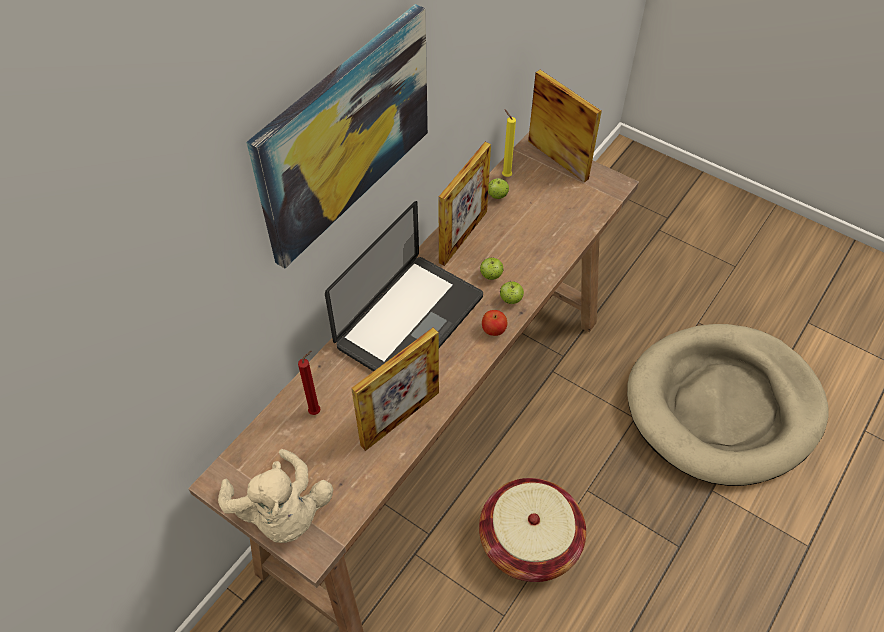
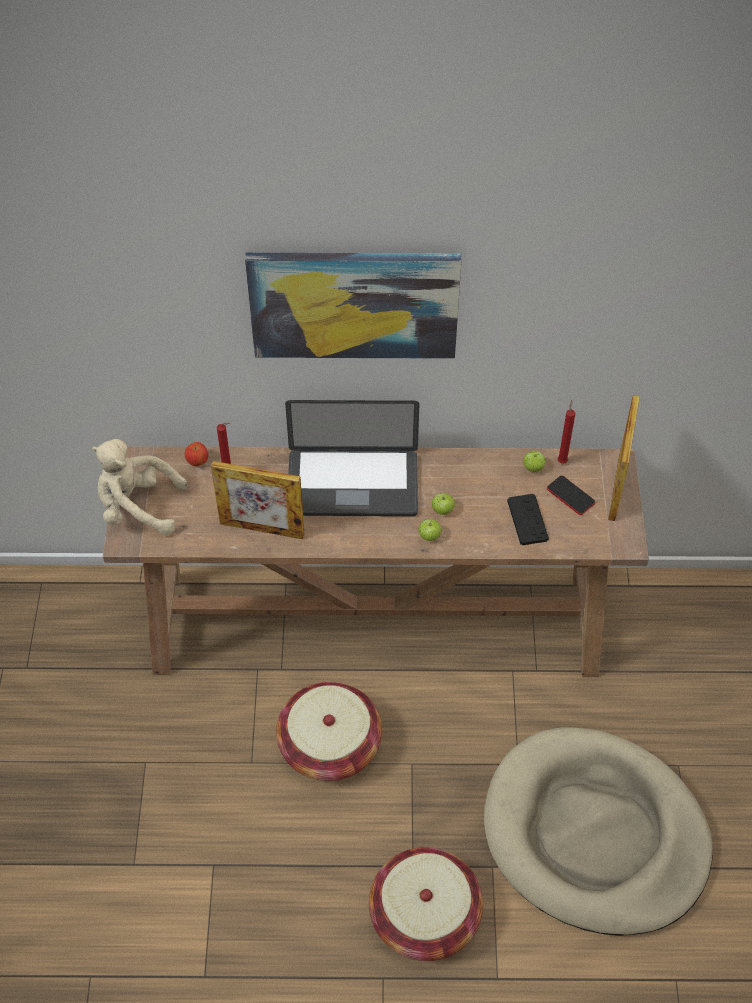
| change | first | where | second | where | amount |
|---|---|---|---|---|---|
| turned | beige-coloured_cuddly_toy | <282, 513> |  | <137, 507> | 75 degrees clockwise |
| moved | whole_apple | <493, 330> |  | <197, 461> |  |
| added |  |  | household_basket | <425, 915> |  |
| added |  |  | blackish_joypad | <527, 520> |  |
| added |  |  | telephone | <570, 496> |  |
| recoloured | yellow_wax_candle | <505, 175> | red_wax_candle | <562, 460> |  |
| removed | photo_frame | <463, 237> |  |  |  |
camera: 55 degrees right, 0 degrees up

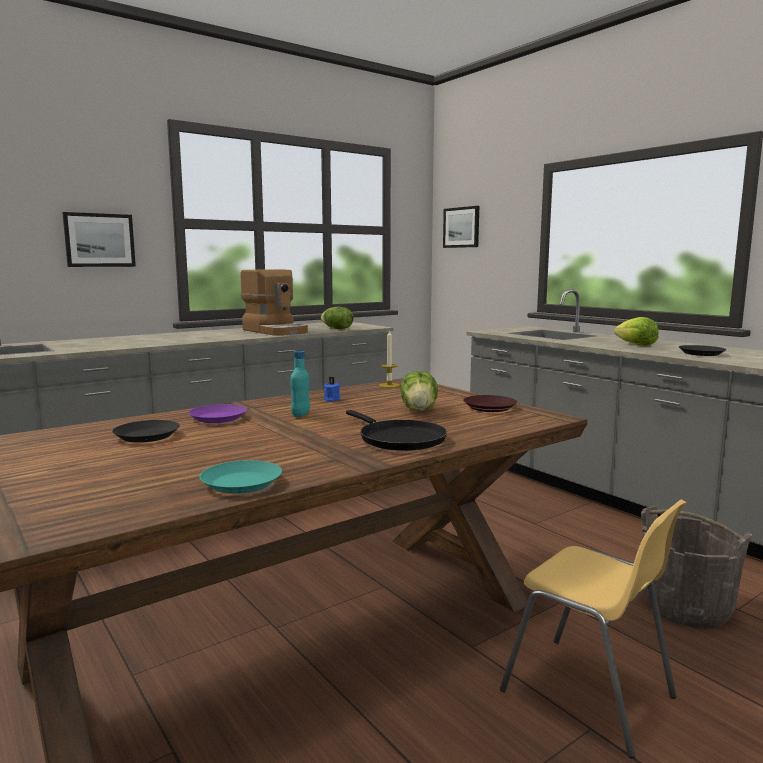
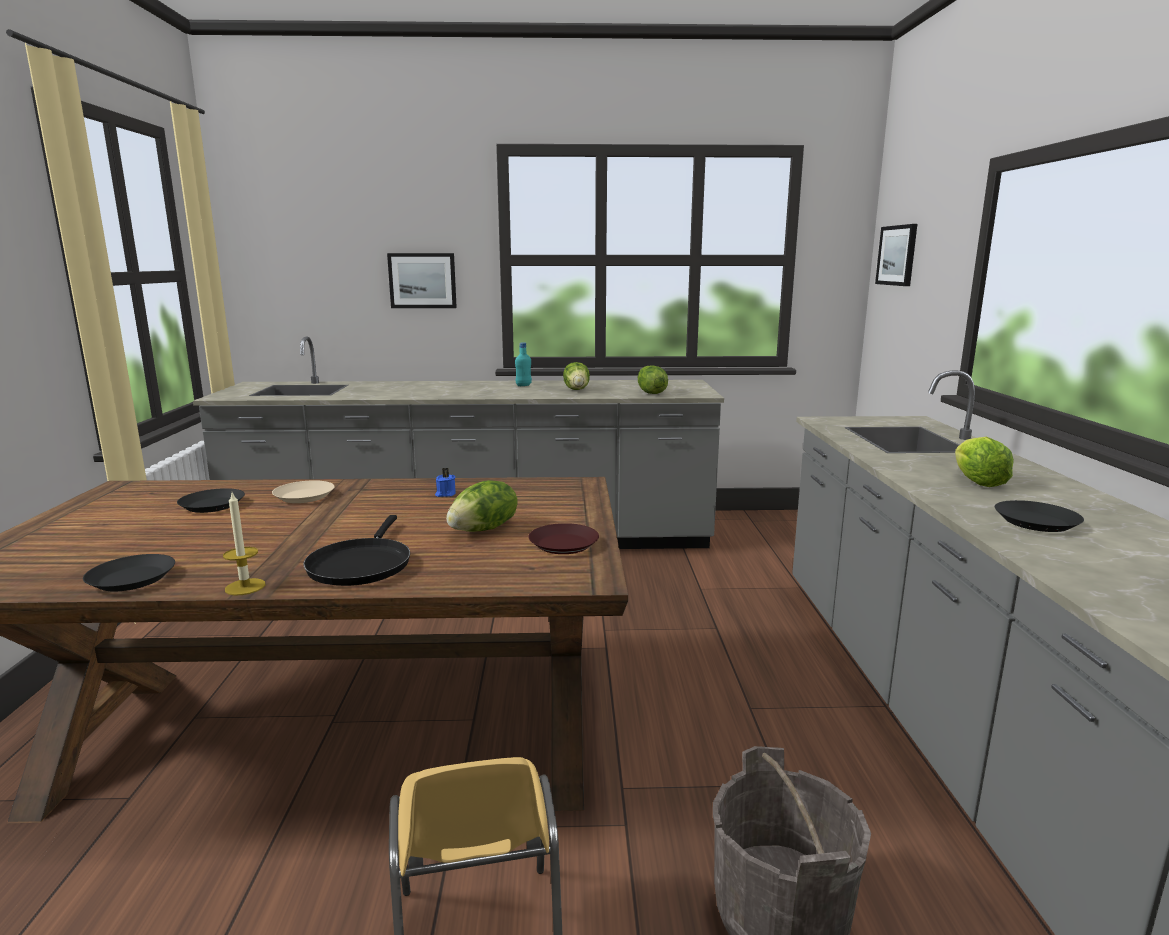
| change | first | where | second | where | amount |
|---|---|---|---|---|---|
| recoloured | turquoise-coloured_dinner_plate | <242, 483> | blackish_dinner_plate | <131, 579> |  |
| moved | wax_candle | <389, 385> |  | <245, 587> |  |
| recoloured | purple_dinner_plate | <218, 418> | beige-coloured_dinner_plate | <304, 496> |  |
| moved | turquoise-coloured_beverage_bottle | <300, 415> |  | <523, 385> |  |
| replaced | coffee_maker | <276, 331> | head_of_lettuce | <577, 389> |  |
camera: 35 degrees right, 5 degrees up

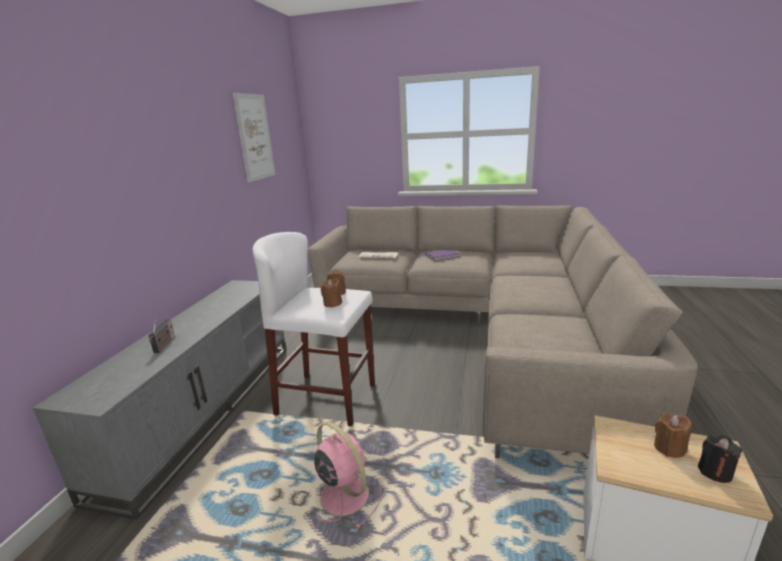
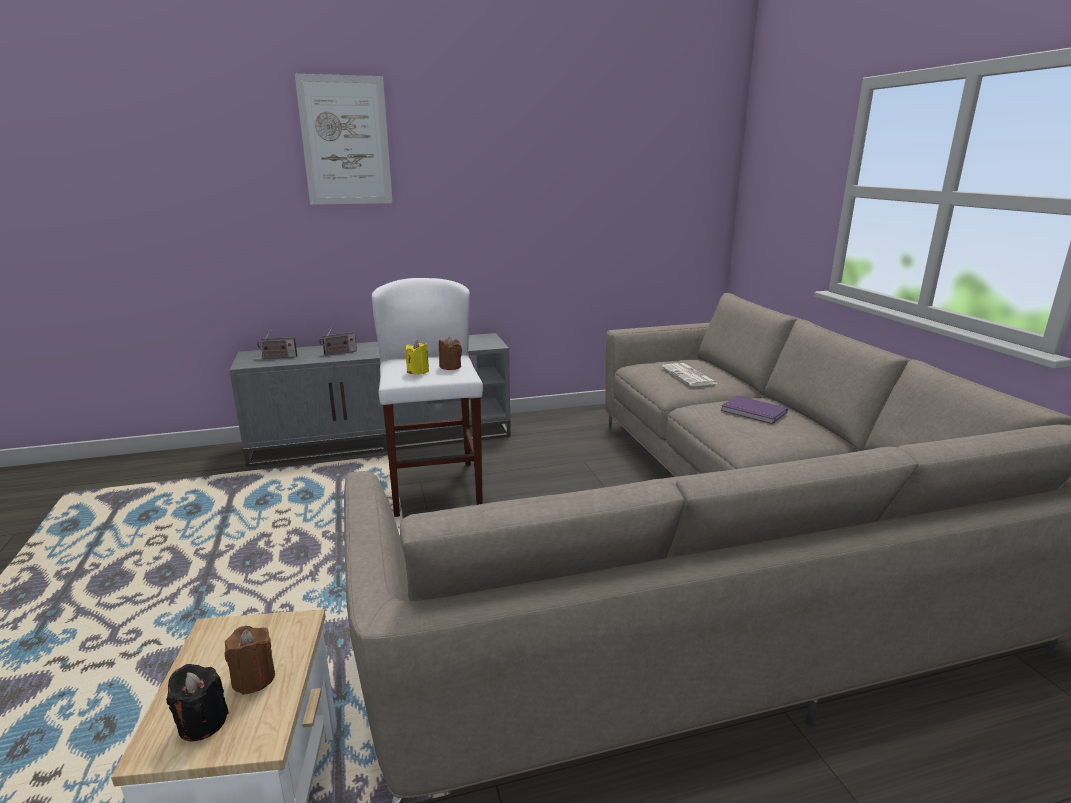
| change | first | where | second | where | amount |
|---|---|---|---|---|---|
| added |  |  | radio | <278, 357> |  |
| moved | wall_picture | <255, 137> |  | <345, 141> |  |
| recoloured | brownish_wax_candle | <332, 303> | yellow_wax_candle | <418, 371> |  |
| removed | pink_electric_fan | <343, 494> |  |  |  |
camera: 60 degrees right, 0 degrees up

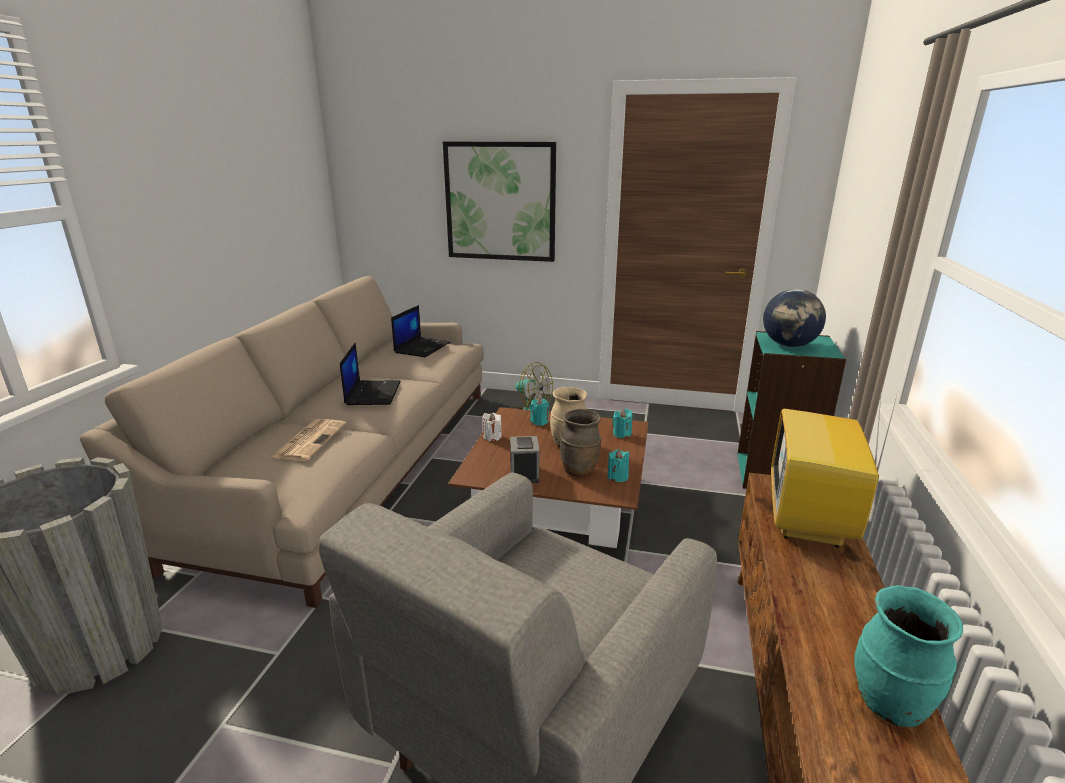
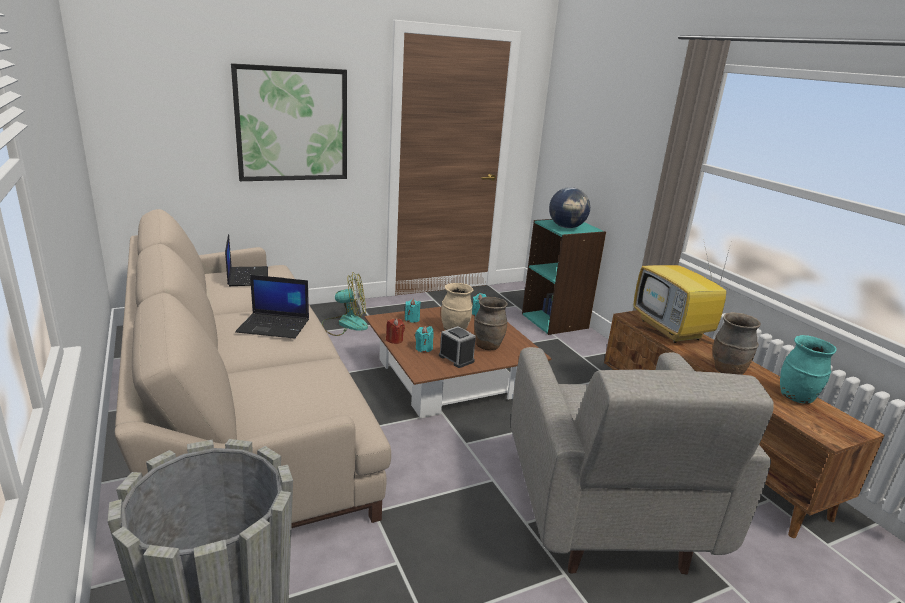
| change | first | where | second | where | amount |
|---|---|---|---|---|---|
| turned | notebook_computer | <372, 393> |  | <275, 326> | 135 degrees clockwise |
| recoloured | white-coloured_wax_candle | <492, 437> | red_wax_candle | <394, 340> |  |
| moved | turquoise-coloured_wax_candle | <617, 477> |  | <423, 348> |  |
| added |  |  | brownish_vase | <727, 371> |  |
| removed | daily_paper | <310, 440> |  |  |  |
camera: 40 degrees left, 0 degrees up

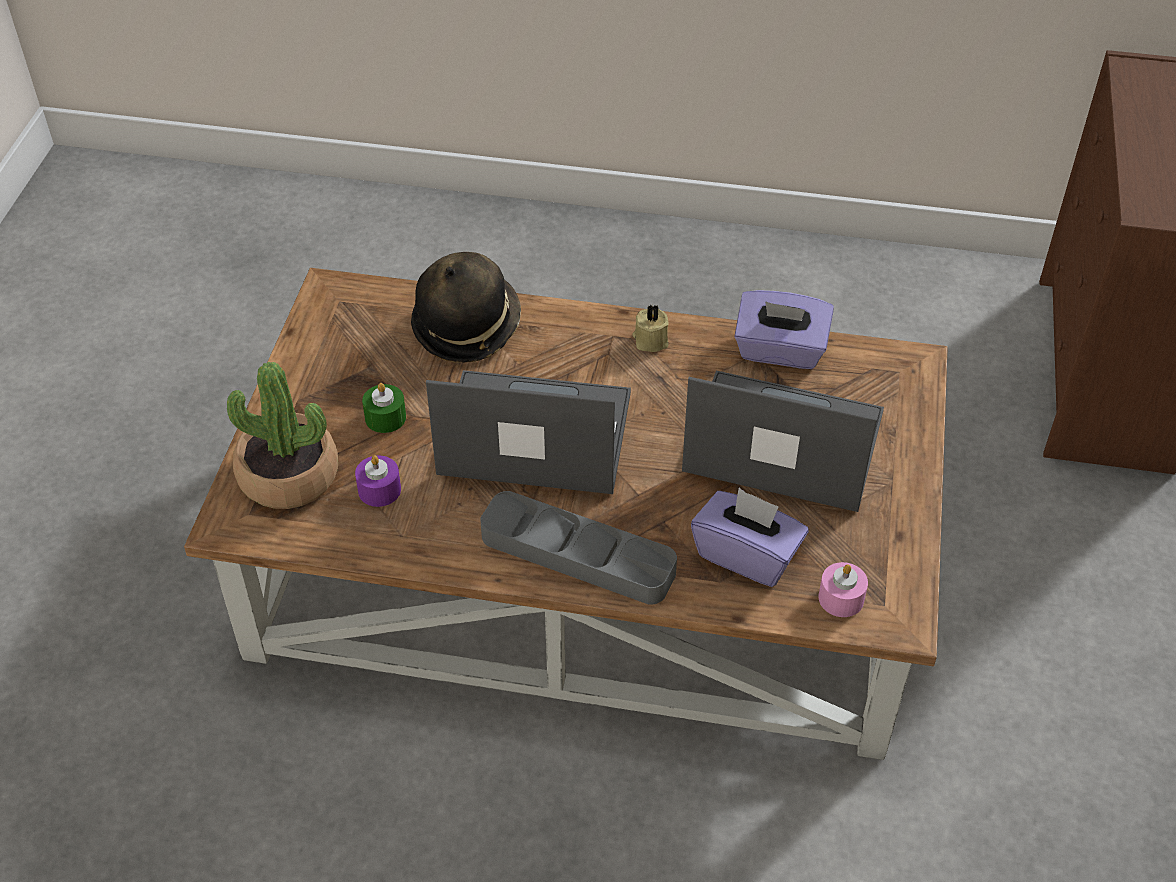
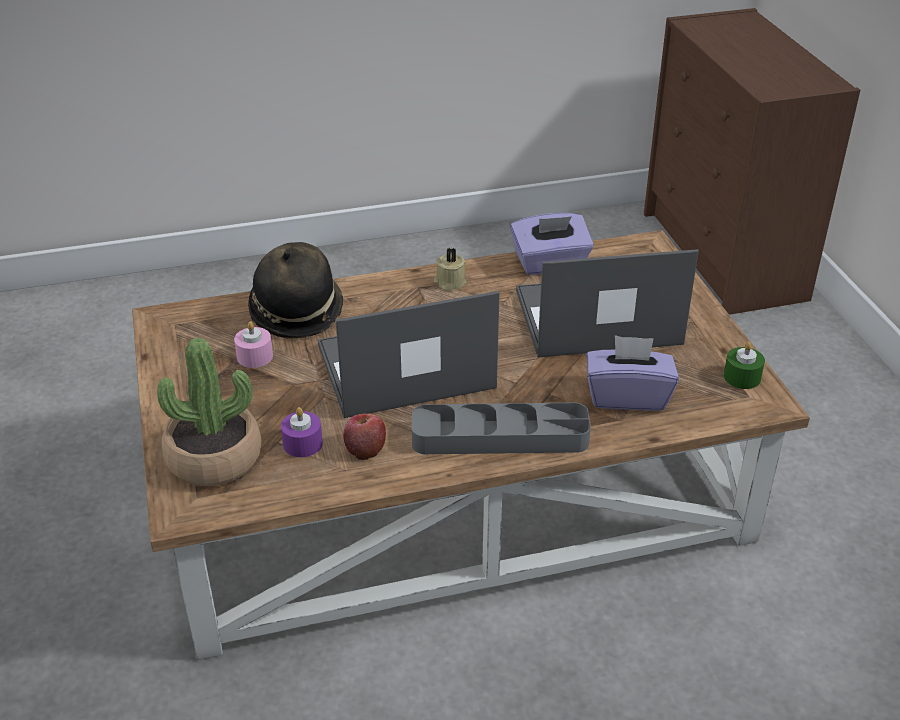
| change | first | where | second | where | amount |
|---|---|---|---|---|---|
| moved | pink_wax_candle | <841, 598> |  | <255, 356> |  |
| added |  |  | whole_apple | <365, 448> |  |
| moved | green_wax_candle | <385, 417> |  | <742, 377> |  |
camera: 25 degrees left, 10 degrees down

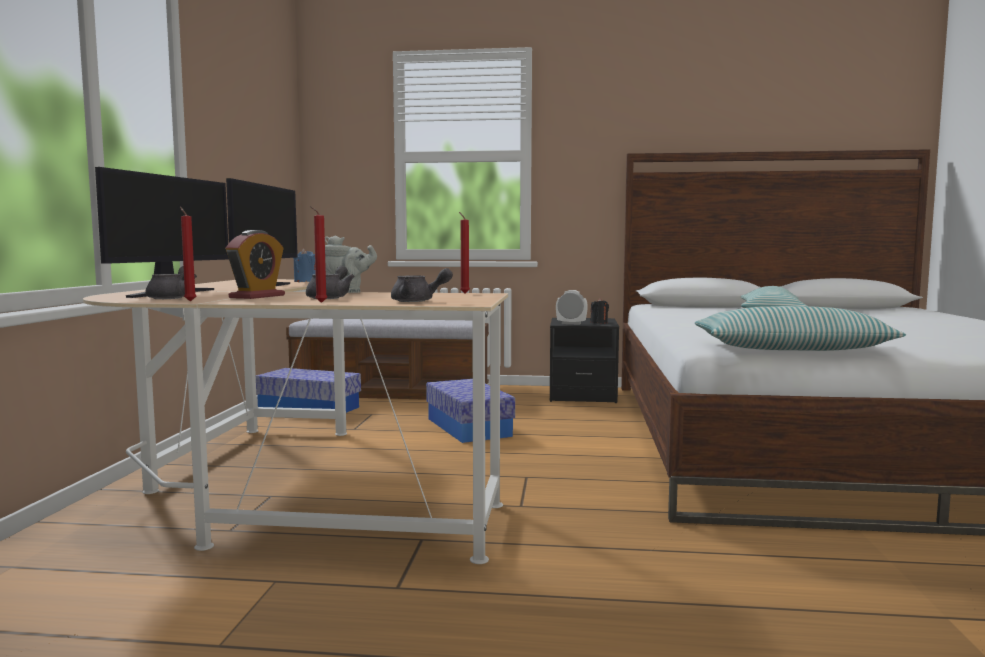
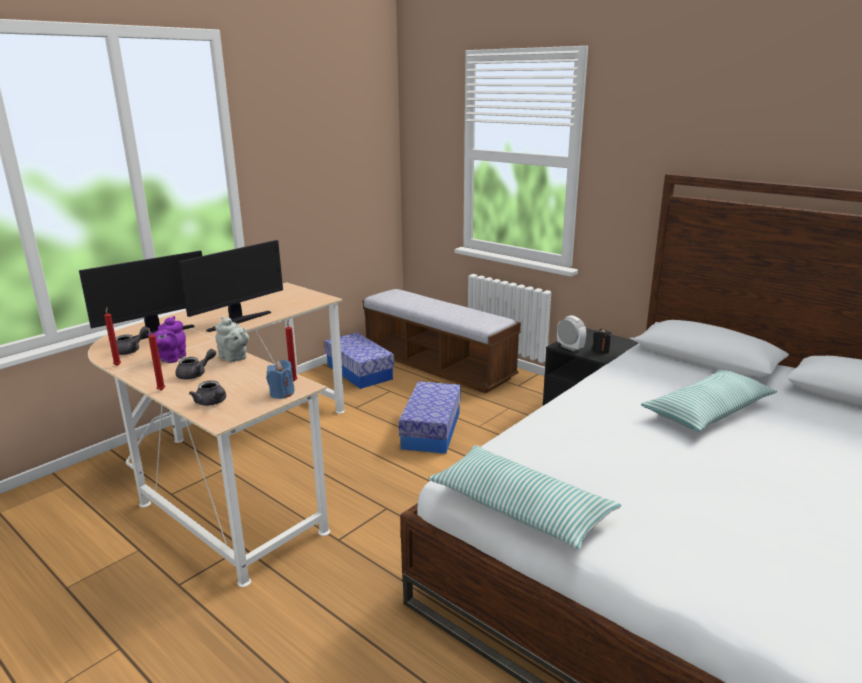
| change | first | where | second | where | amount |
|---|---|---|---|---|---|
| replaced | alarm_clock | <257, 296> | purple_tea_pot | <171, 358> |  |
| moved | bluish_wax_candle | <305, 281> |  | <282, 393> |  |
camera: 35 degrees right, 15 degrees up

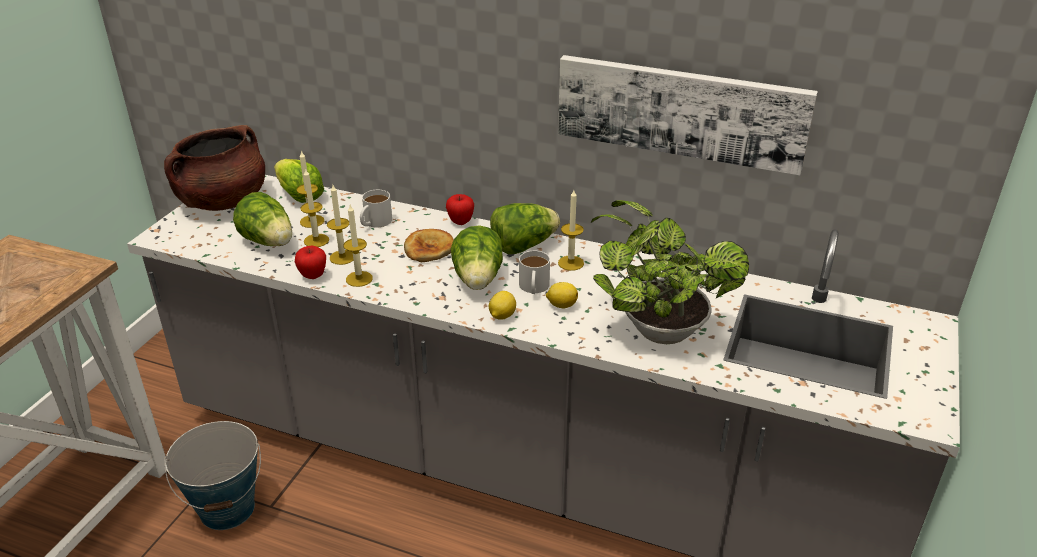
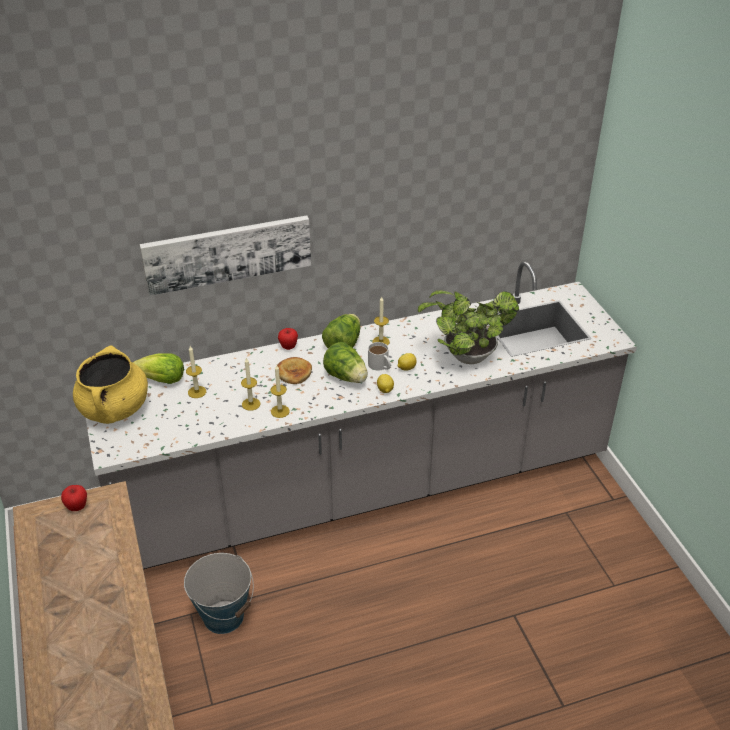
| change | first | where | second | where | amount |
|---|---|---|---|---|---|
| moved | whole_apple | <313, 276> |  | <77, 507> |  |
| recoloured | brownish_stockpot | <223, 201> | yellow_stockpot | <115, 409> |  |
| moved | wall_picture | <681, 111> |  | <227, 253> |  |
| removed | head_of_lettuce | <269, 242> |  |  |  |
| removed | wax_candle | <316, 240> |  |  |  |
| removed | white-coloured_coffee_mug | <374, 222> |  |  |  |
camera: 40 degrees left, 5 degrees up

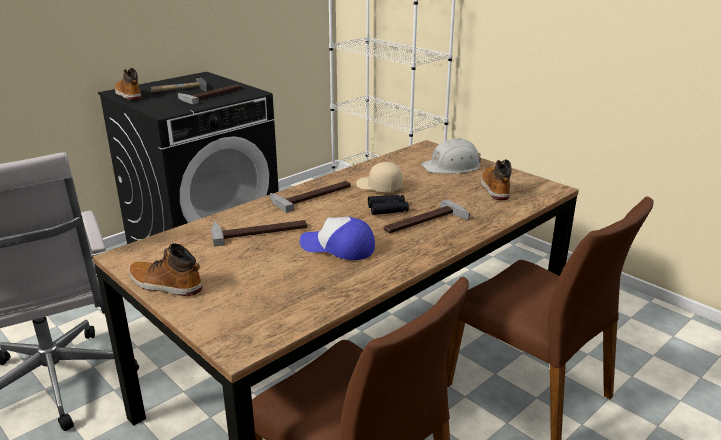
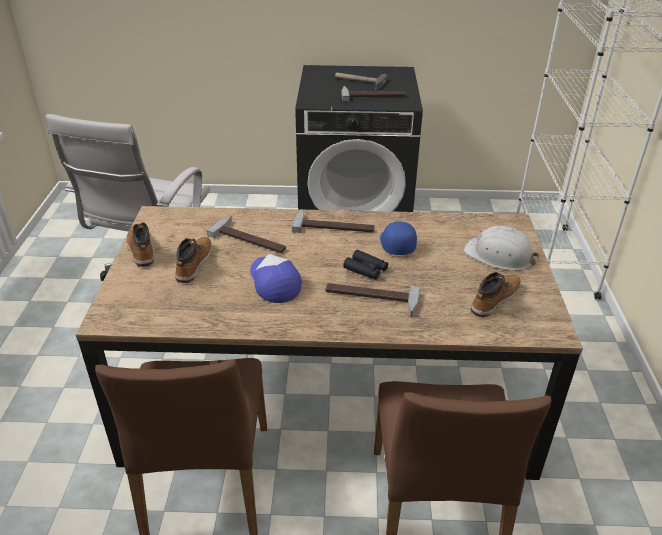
| change | first | where | second | where | amount |
|---|---|---|---|---|---|
| moved | tall_boot | <128, 95> |  | <194, 264> |  |
| recoloured | beige-coloured_peaked_cap | <378, 187> | bluish_peaked_cap | <396, 244> |  |
camera: 45 degrees right, 10 degrees up

